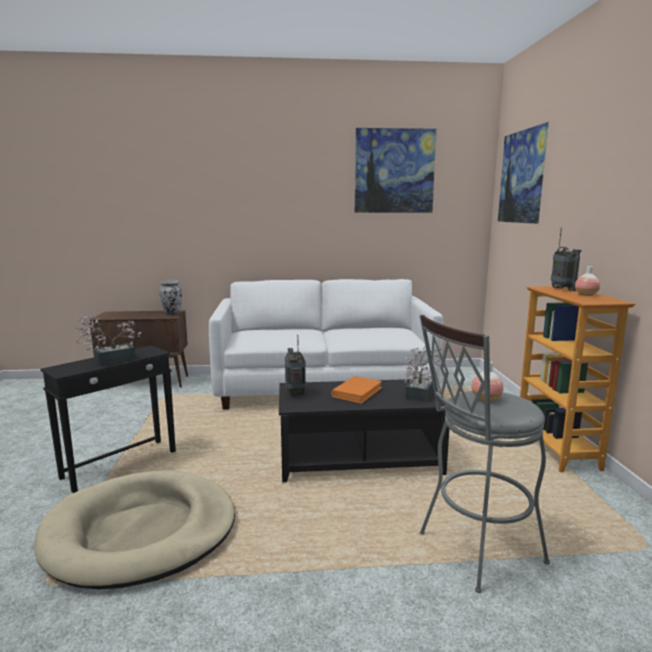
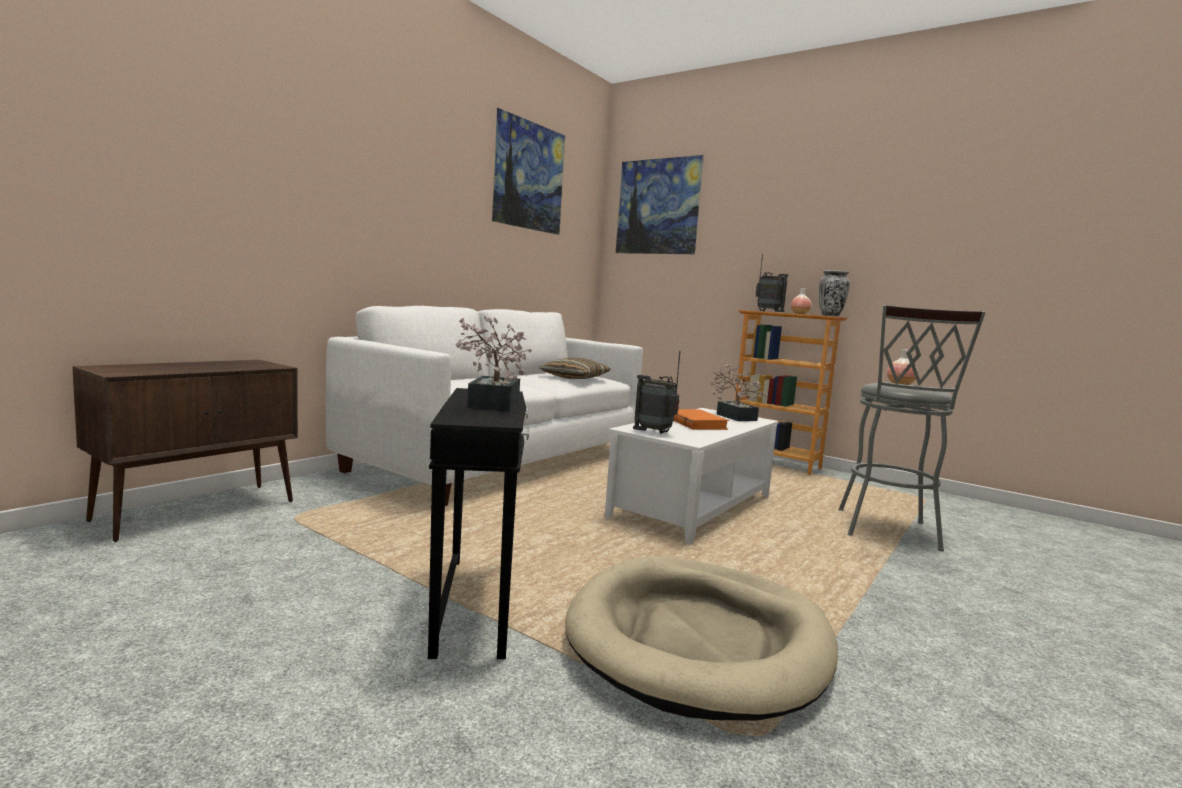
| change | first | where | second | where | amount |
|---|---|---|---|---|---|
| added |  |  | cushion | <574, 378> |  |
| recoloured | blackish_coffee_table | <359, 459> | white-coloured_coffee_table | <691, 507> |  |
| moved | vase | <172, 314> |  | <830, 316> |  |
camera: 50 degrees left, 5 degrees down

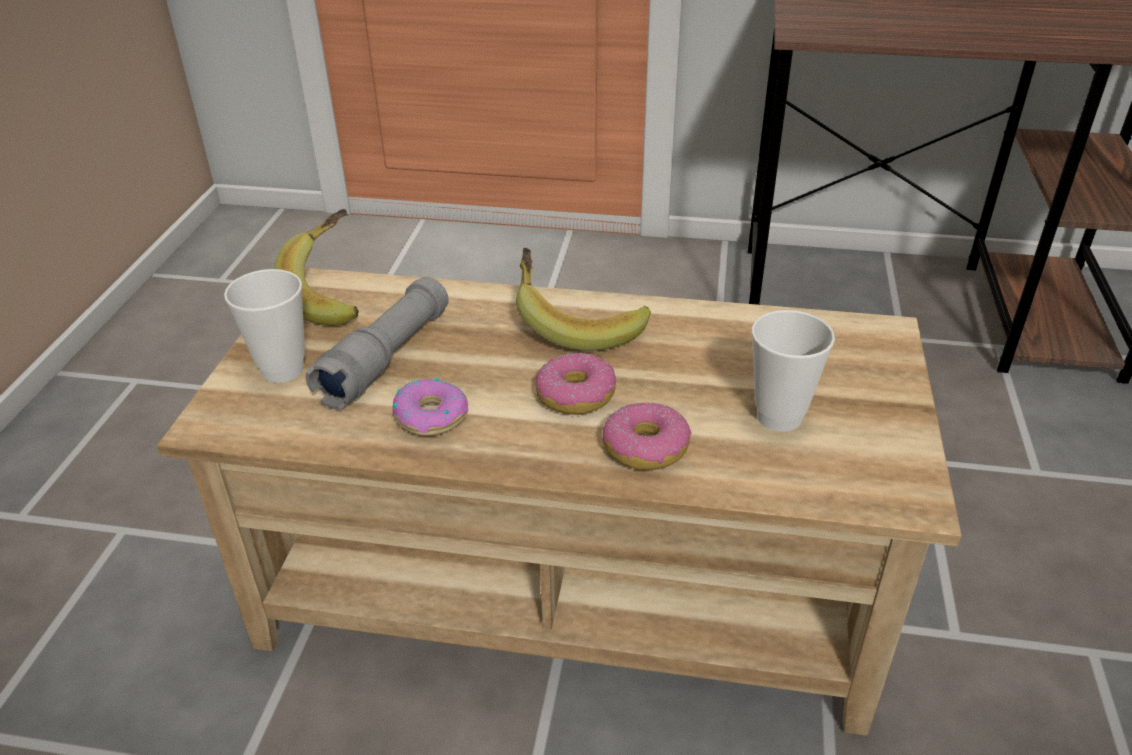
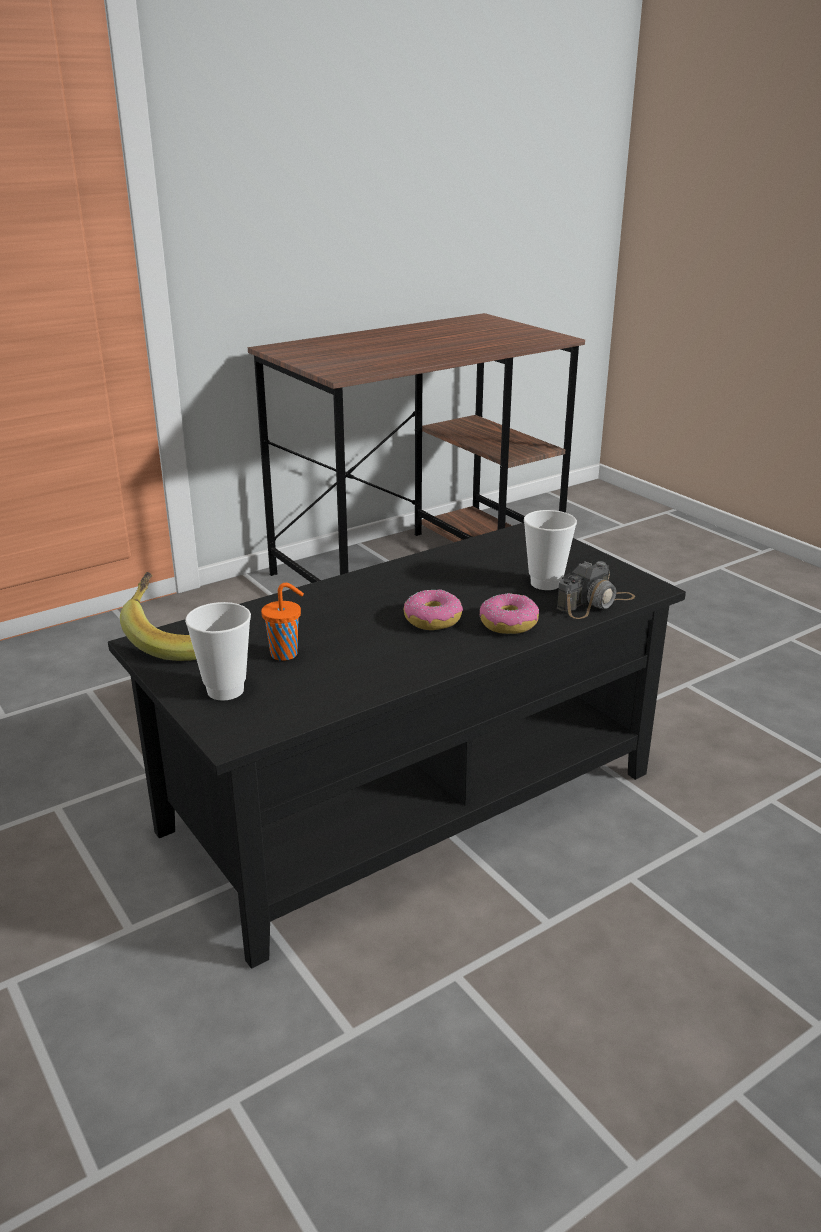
| change | first | where | second | where | amount |
|---|---|---|---|---|---|
| recoloured | beige-coloured_coffee_table | <571, 580> | blackish_coffee_table | <410, 801> |  |
| replaced | gray_flashlight | <386, 358> | orangey_small_cup | <286, 654> |  |
| added |  |  | photo_camera | <595, 602> |  |
| removed | ring_doughnut | <431, 416> |  |  |  |
| removed | whole_banana | <576, 324> |  |  |  |
camera: 45 degrees left, 10 degrees down

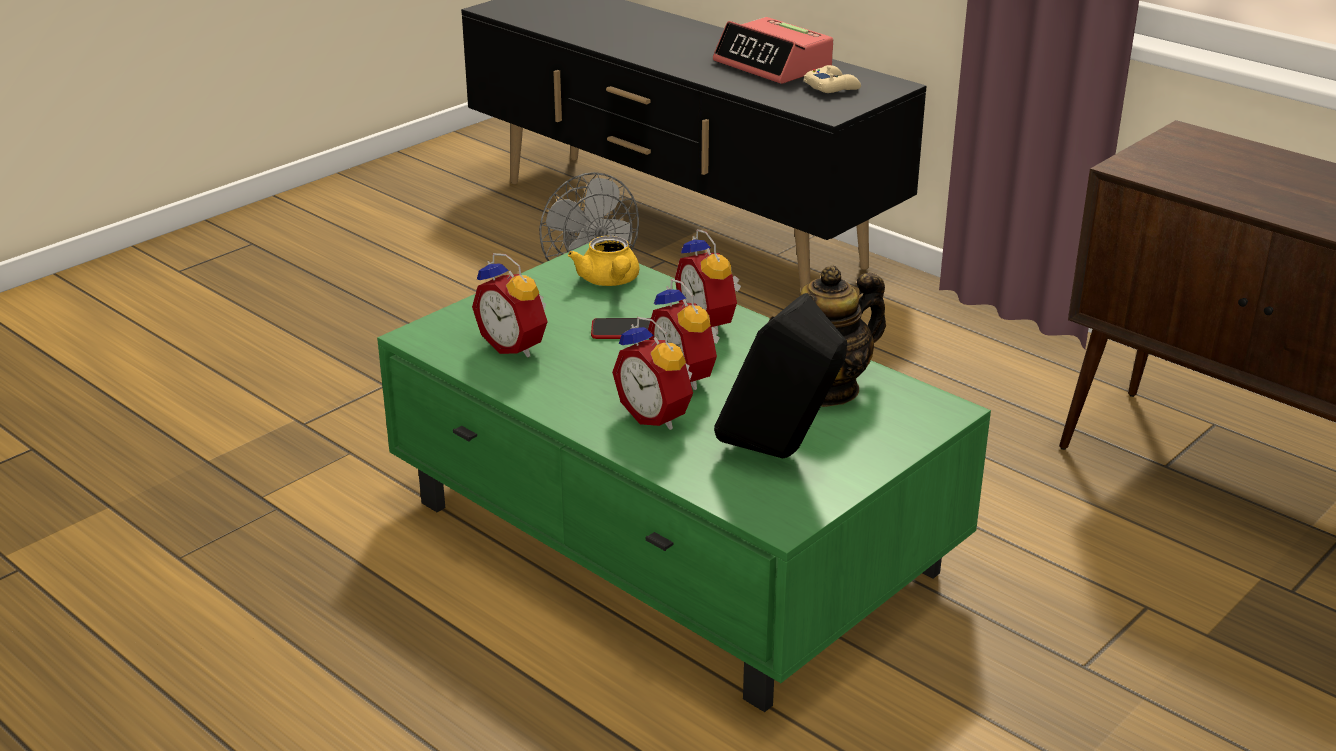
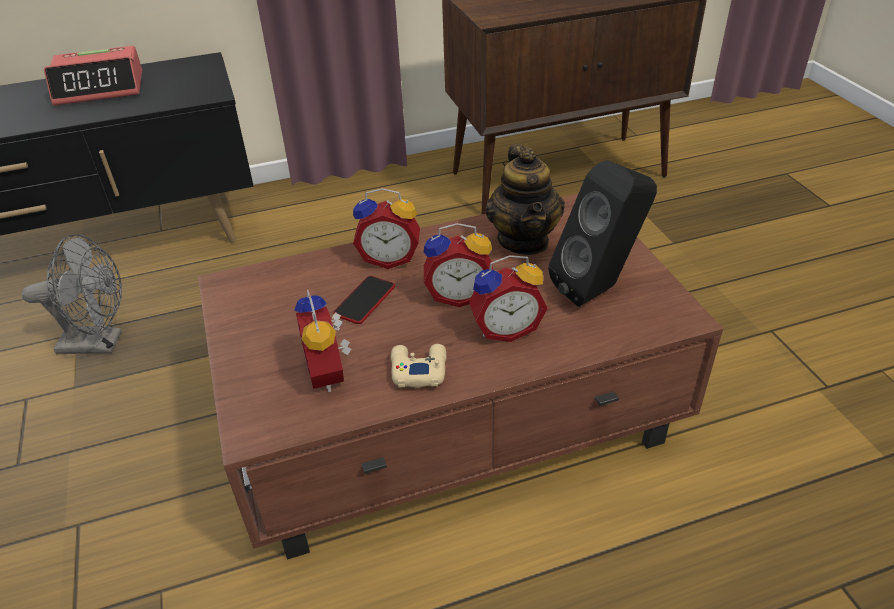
| change | first | where | second | where | amount |
|---|---|---|---|---|---|
| recoloured | green_coffee_table | <674, 540> | brownish_coffee_table | <454, 415> |  |
| turned | alarm_clock | <515, 346> |  | <330, 373> | 90 degrees clockwise |
| moved | beige-coloured_joypad | <831, 87> |  | <418, 370> |  |
| removed | yellow_tea_pot | <610, 281> |  |  |  |
camera: 60 degrees left, 10 degrees up

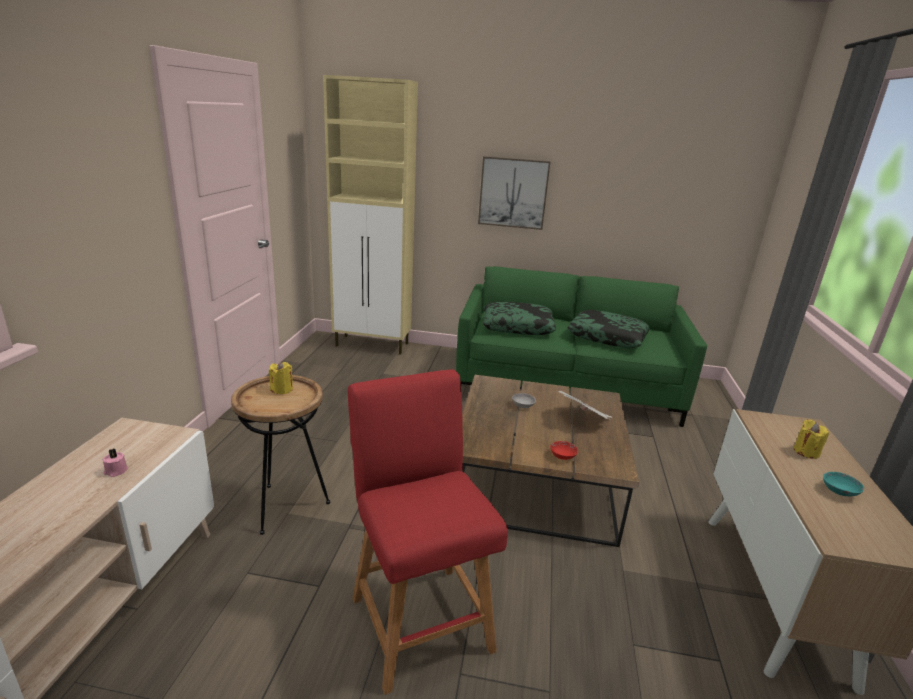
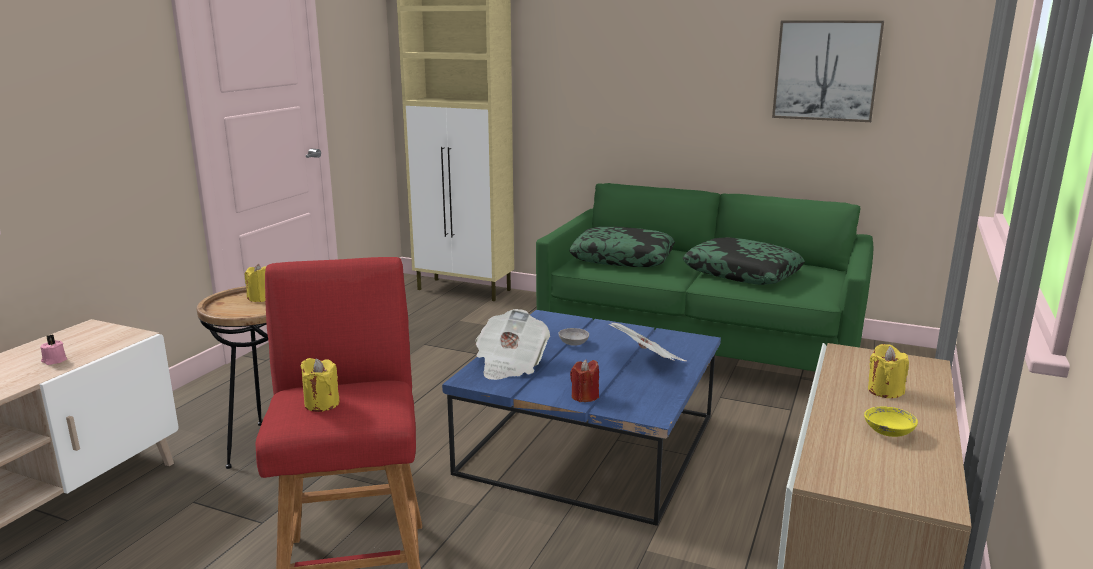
| change | first | where | second | where | amount |
|---|---|---|---|---|---|
| added |  |  | yellow_wax_candle | <322, 404> |  |
| recoloured | brownish_coffee_table | <537, 478> | bluish_coffee_table | <592, 443> |  |
| added |  |  | daily_paper | <510, 364> |  |
| replaced | red_serving_bowl | <562, 456> | red_wax_candle | <584, 396> |  |
| moved | wall_picture | <513, 193> |  | <826, 70> |  |
| recoloured | turquoise-coloured_serving_bowl | <839, 491> | yellow_serving_bowl | <888, 432> |  |
camera: 15 degrees right, 5 degrees down

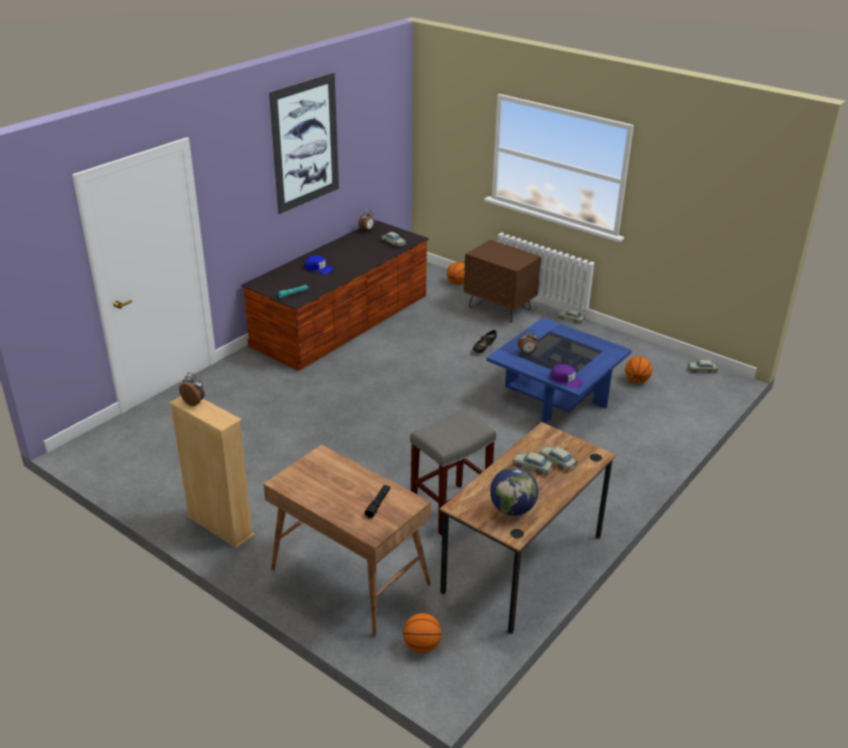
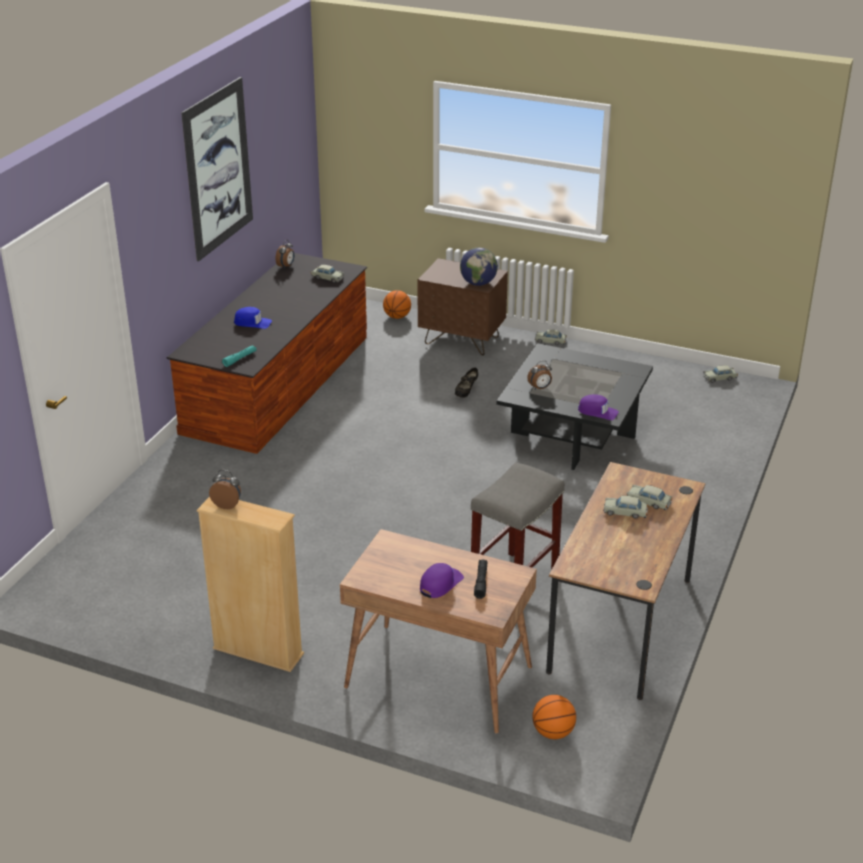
| change | first | where | second | where | amount |
|---|---|---|---|---|---|
| added |  |  | purple_peaked_cap | <440, 583> |  |
| moved | globe | <512, 509> |  | <478, 283> |  |
| recoloured | bluish_coffee_table | <555, 396> | blackish_coffee_table | <572, 435> |  |
| removed | ball_for_basketball | <636, 380> |  |  |  |
camera: 15 degrees left, 0 degrees up

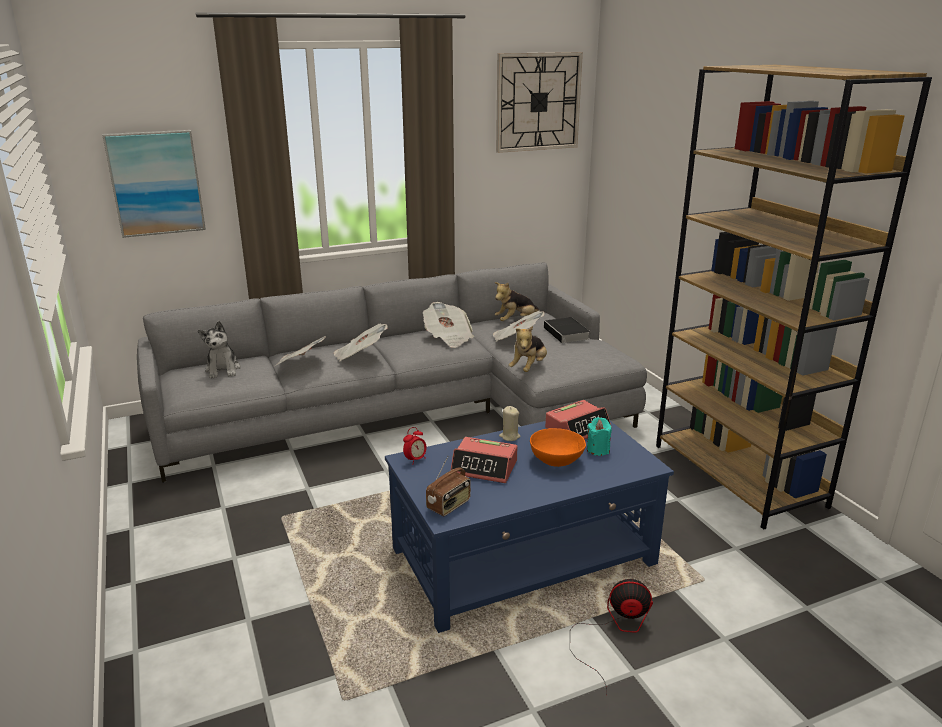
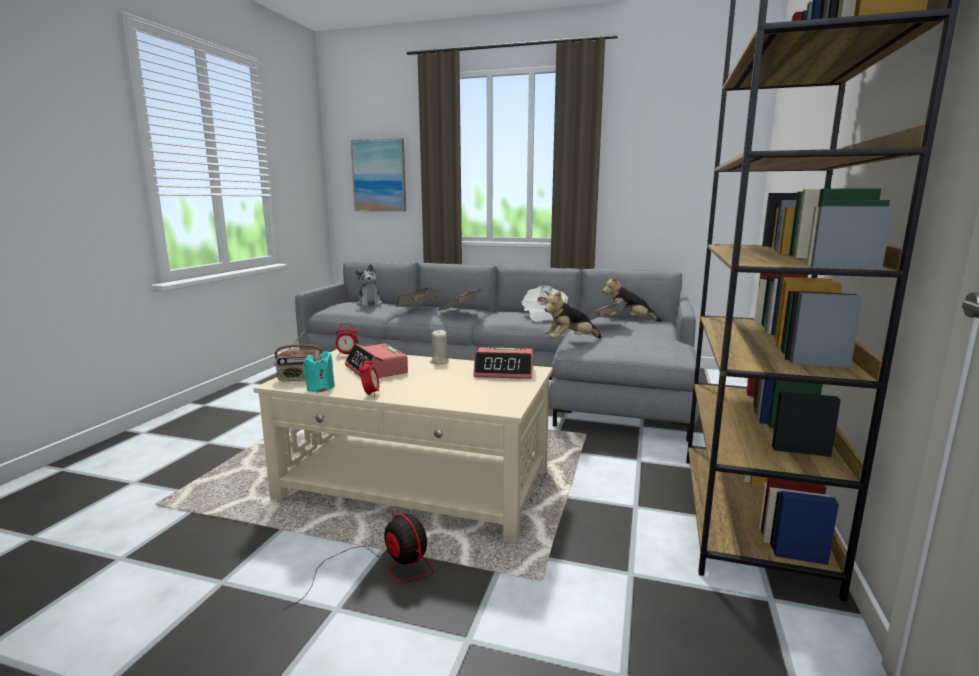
| change | first | where | second | where | amount |
|---|---|---|---|---|---|
| recoloured | bluish_coffee_table | <524, 557> | beige-coloured_coffee_table | <416, 485> |  |
| moved | turquoise-coloured_wax_candle | <598, 450> |  | <320, 388> |  |
| turned | cuddly_toy | <223, 369> |  | <370, 304> | 45 degrees counterclockwise |
| added |  |  | alarm_clock | <370, 394> |  |
| removed | clock_on_the_wall | <538, 102> |  |  |  |
| removed | orangey_serving_bowl | <556, 460> |  |  |  |
| removed | book | <567, 334> |  |  |  |
camera: 40 degrees right, 10 degrees down

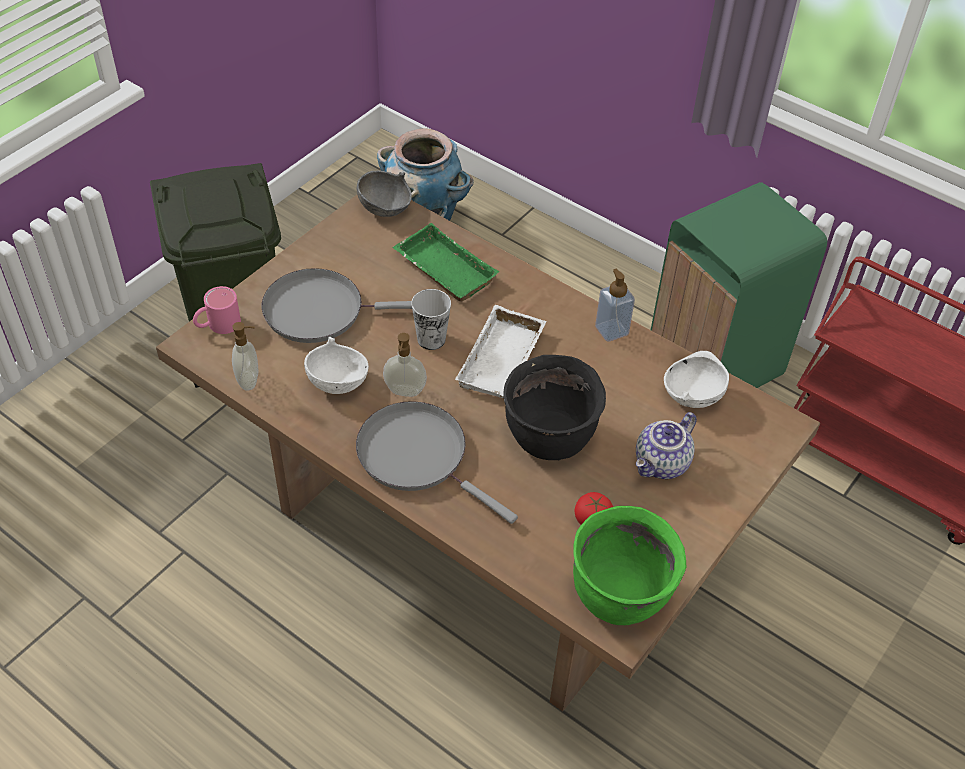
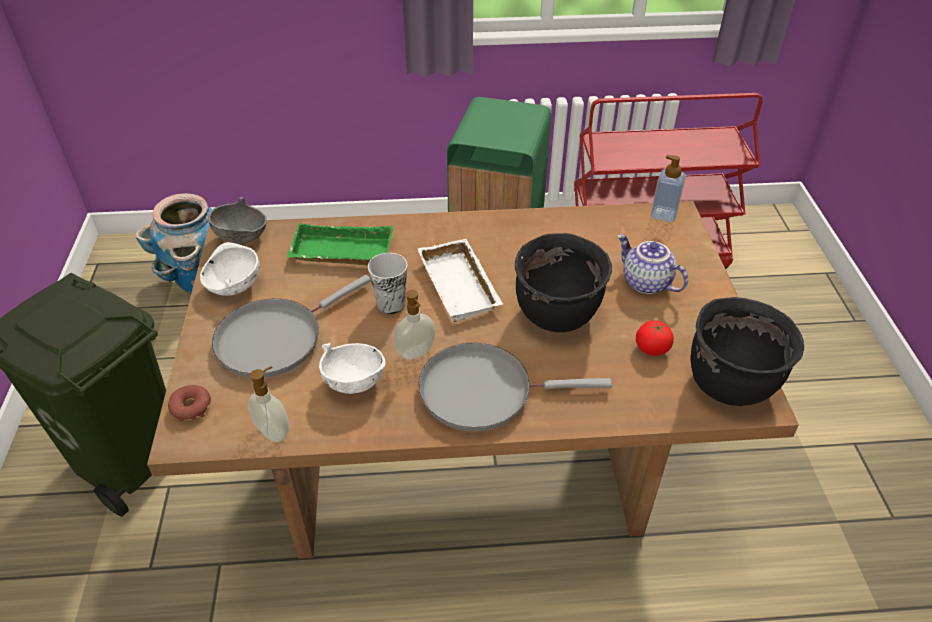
| change | first | where | second | where | amount |
|---|---|---|---|---|---|
| replaced | pink_coffee_mug | <217, 325> | ring_doughnut | <191, 407> |  |
| moved | white-coloured_serving_bowl | <691, 396> |  | <234, 286> |  |
| turned | tea_pot | <662, 464> |  | <645, 283> | 135 degrees clockwise |
| moved | soap_dispenser | <611, 330> |  | <663, 214> |  |
| recoloured | green_stockpot | <620, 595> | blackish_stockpot | <730, 383> |  |
camera: 40 degrees left, 5 degrees down

